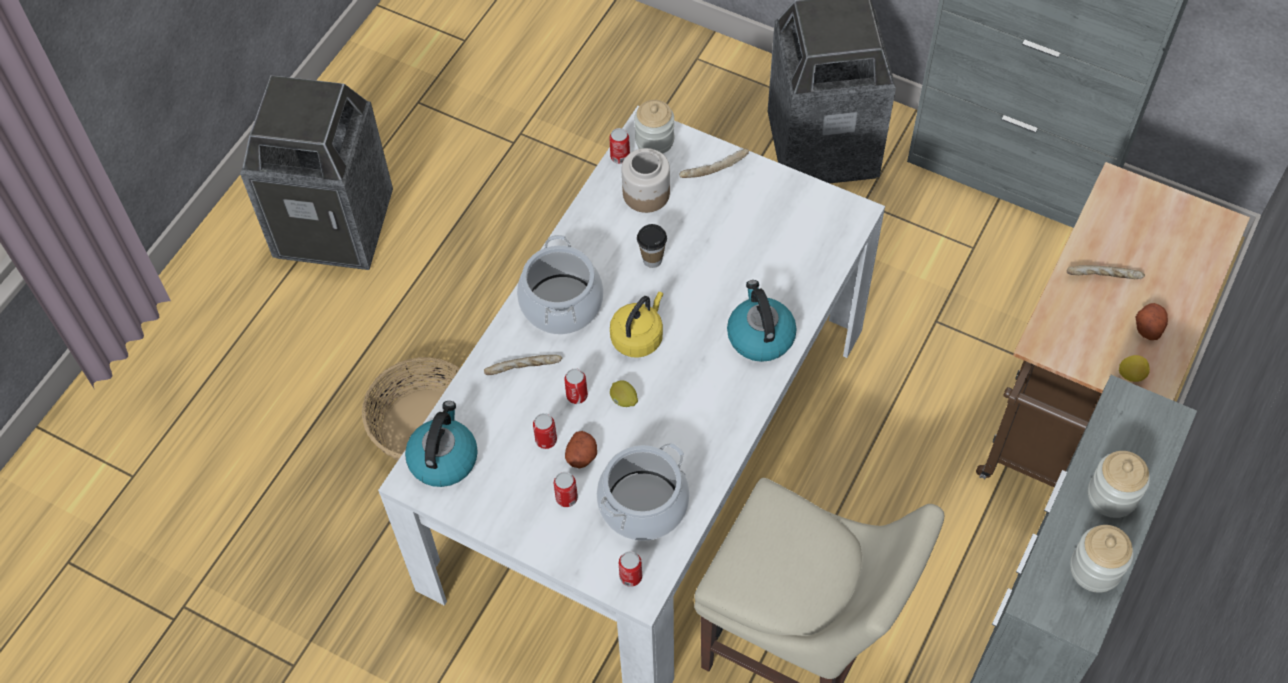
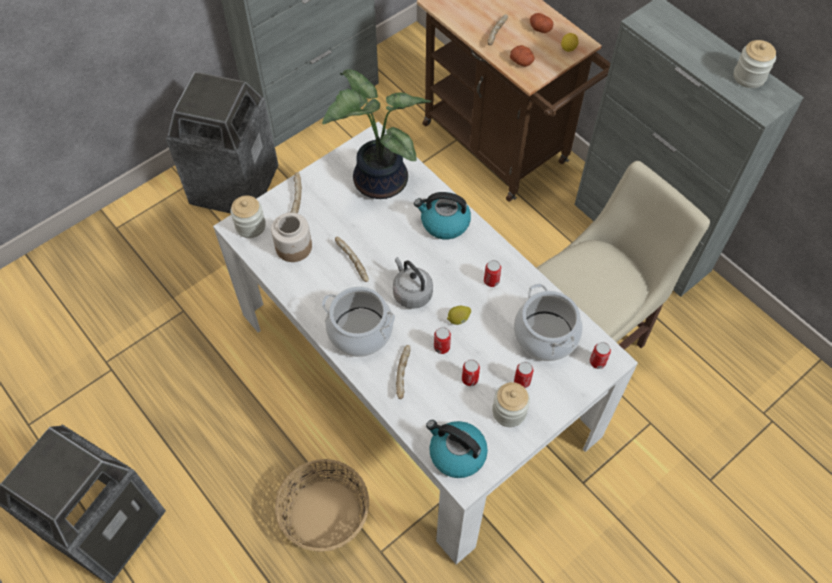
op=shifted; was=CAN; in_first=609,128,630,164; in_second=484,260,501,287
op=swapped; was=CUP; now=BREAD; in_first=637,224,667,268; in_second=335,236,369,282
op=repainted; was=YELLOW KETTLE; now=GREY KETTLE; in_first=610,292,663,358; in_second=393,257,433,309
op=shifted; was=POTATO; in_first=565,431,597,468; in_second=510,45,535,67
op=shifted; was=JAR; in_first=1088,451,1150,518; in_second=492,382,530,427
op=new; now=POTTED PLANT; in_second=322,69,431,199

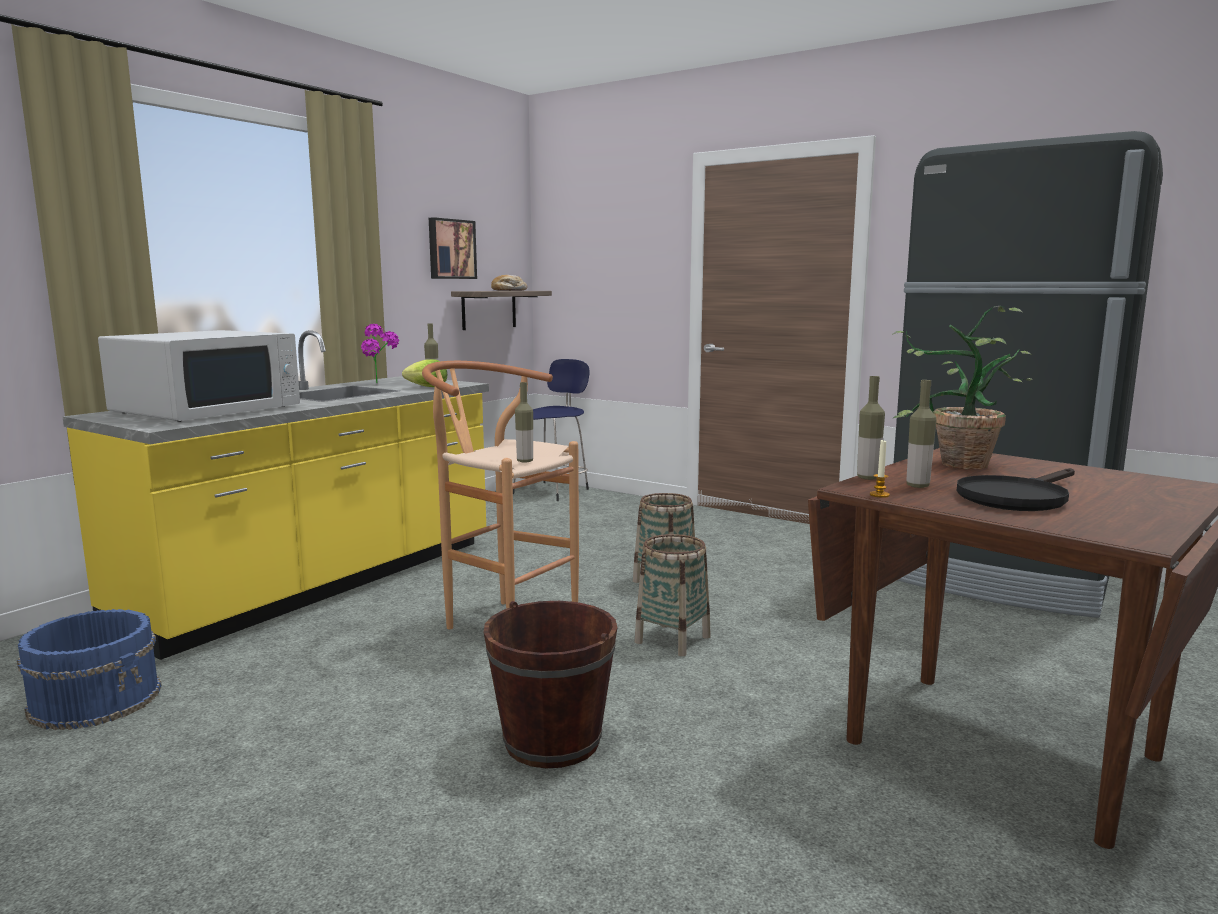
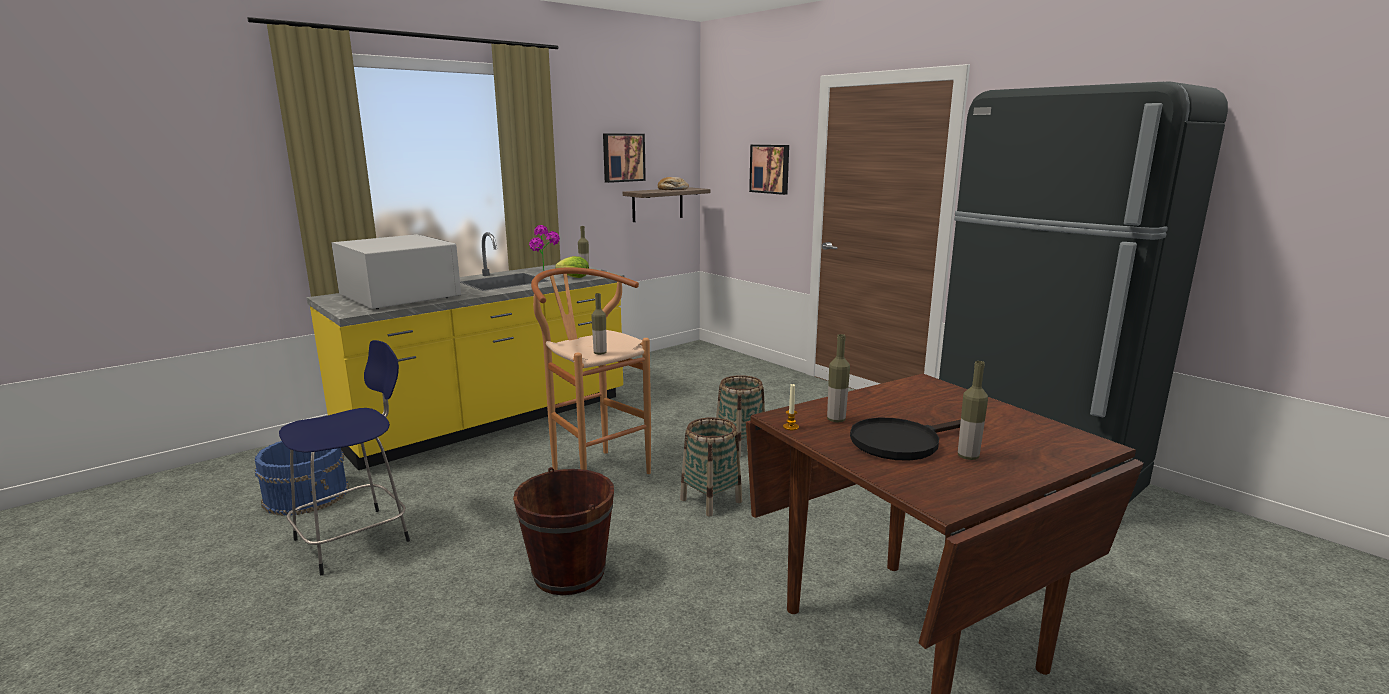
op=gone; was=POTTED PLANT; in_first=892,306,1032,469
op=rotated; was=WHITE MICROWAVE; in_first=98,330,300,422; in_second=331,234,461,309; clockwise=-90
op=shifted; was=BLUE STOOL; in_first=513,359,590,501; in_second=279,340,410,575
op=shifted; was=BOTTLE; in_first=857,376,885,480; in_second=958,361,988,460
op=new; now=PICTURE; in_second=749,145,789,195

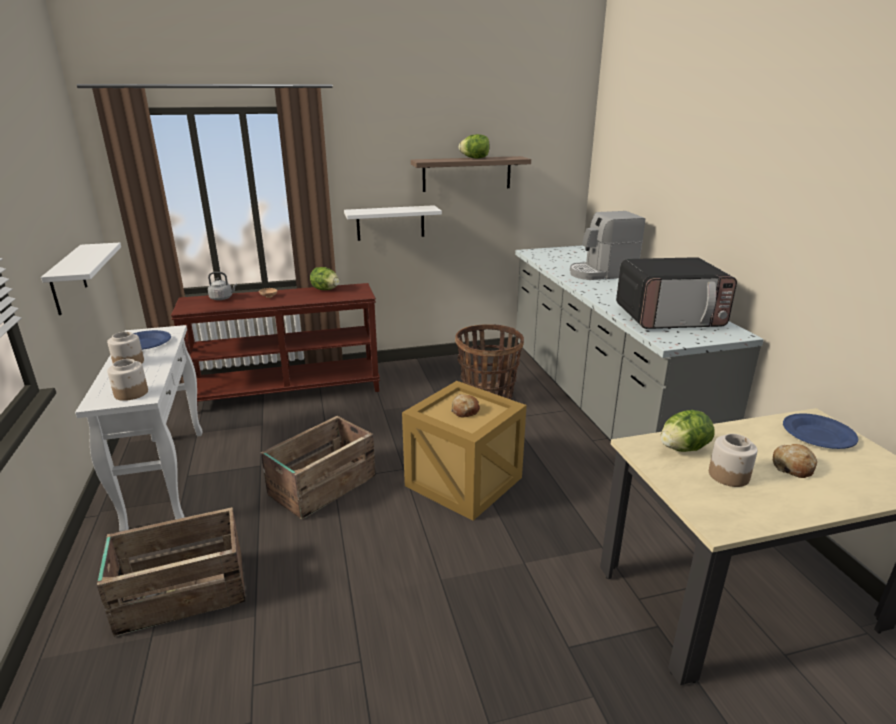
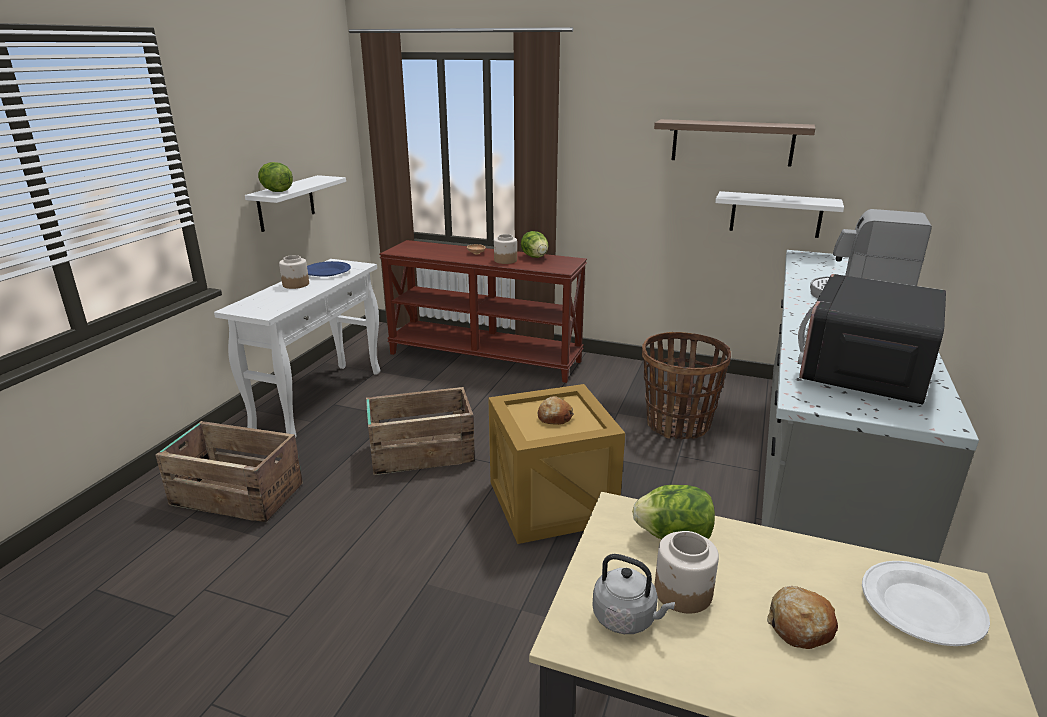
op=shifted; was=LETTUCE; in_first=459,134,490,159; in_second=258,162,293,192
op=shifted; was=WHITE SHELF; in_first=344,205,442,241; in_second=715,191,844,238
op=rotated; was=MICROWAVE; in_first=616,257,737,329; in_second=798,274,946,405; clockwise=90
op=shifted; was=GREY KETTLE; in_first=208,272,237,300; in_second=592,554,675,634
op=shifted; was=JAR; in_first=107,359,148,401; in_second=494,234,517,264
op=repainted; was=BLUE PLATE; now=WHITE PLATE; in_first=783,413,858,449; in_second=862,561,990,646

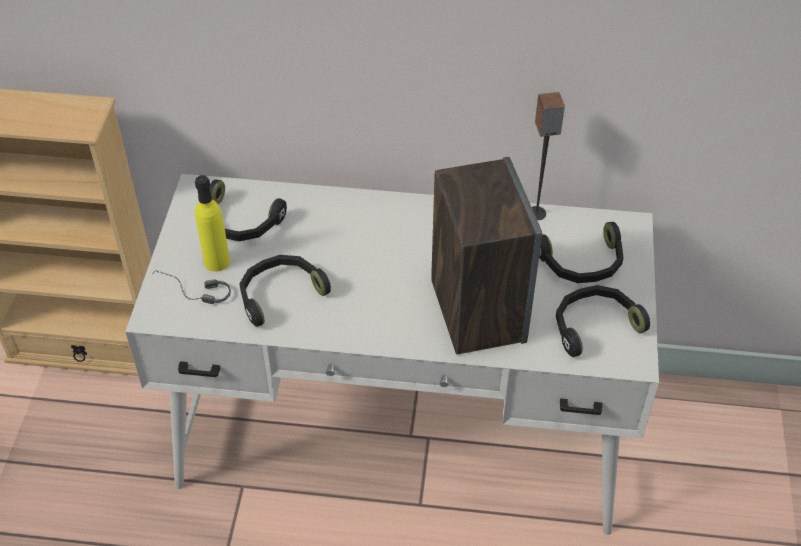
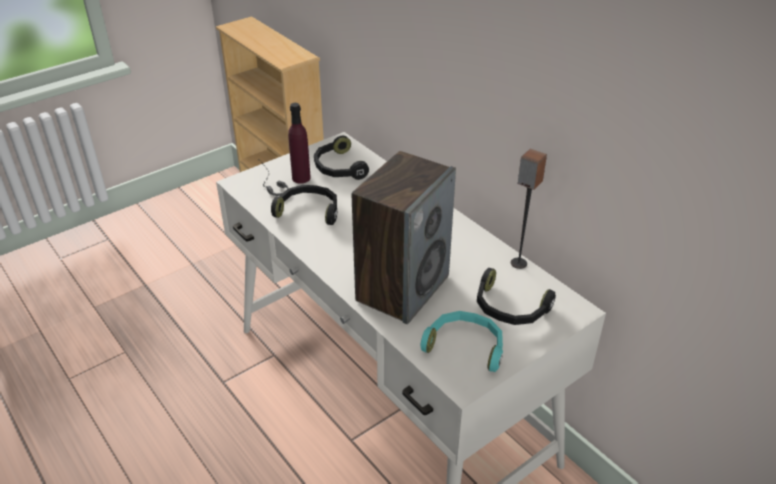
op=repainted; was=YELLOW BOTTLE; now=PURPLE BOTTLE; in_first=195,175,230,272; in_second=288,103,311,184
op=repainted; was=BLACK HEADPHONES; now=TURQUOISE HEADPHONES; in_first=556,285,650,357; in_second=421,311,503,372

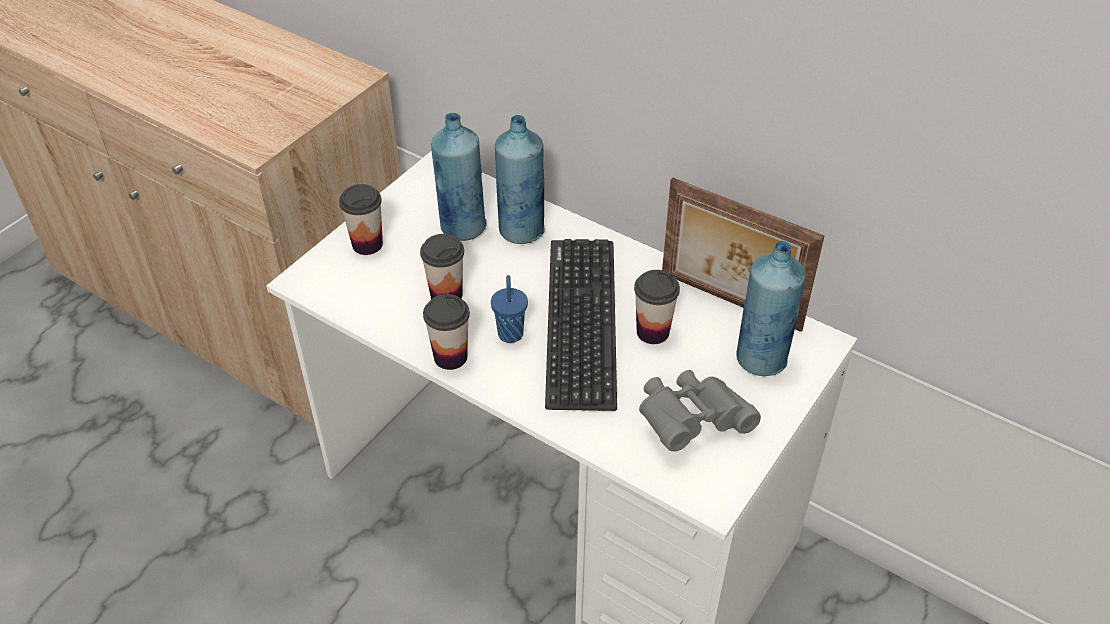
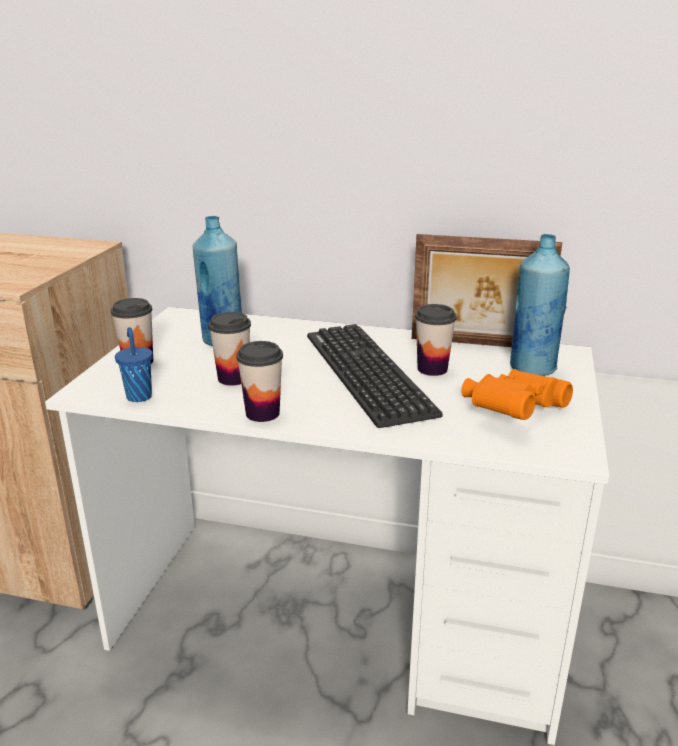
op=gone; was=BLUE BOTTLE; in_first=495,115,545,244
op=shifted; was=BLUE CUP; in_first=491,275,528,343; in_second=115,327,153,402
op=repainted; was=GREY BINOCULARS; now=ORANGE BINOCULARS; in_first=639,370,761,452; in_second=461,369,573,420

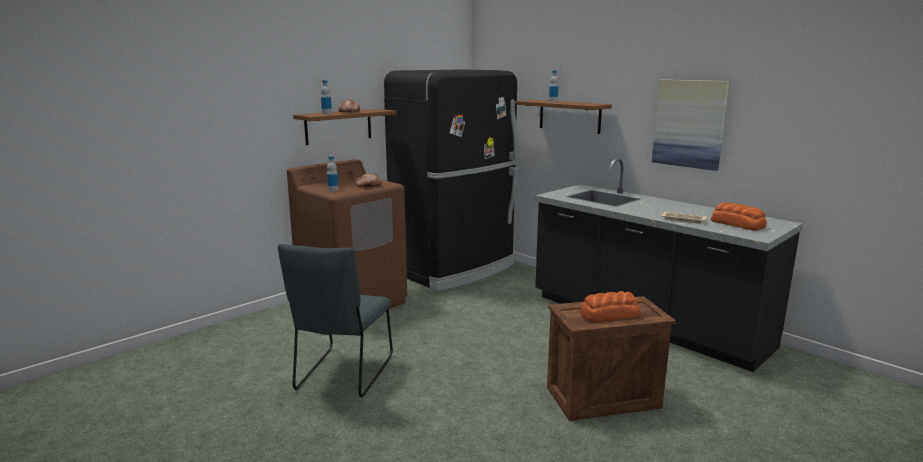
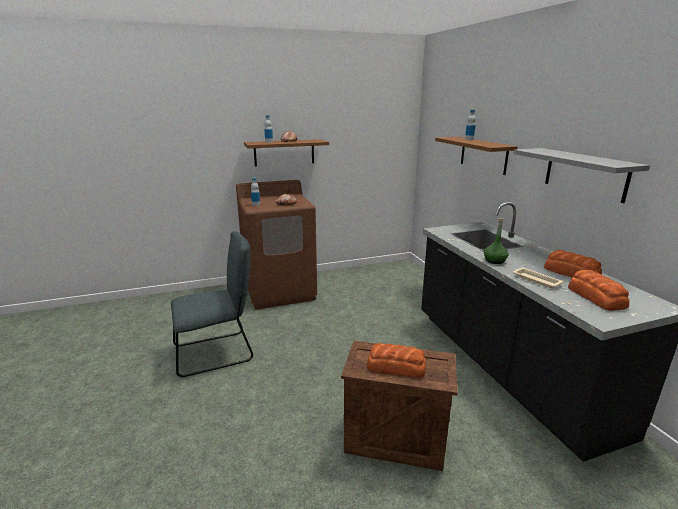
op=gone; was=BLACK FRIDGE; in_first=384,69,519,291
op=swapped; was=PICTURE; now=GREY SHELF; in_first=652,79,730,171; in_second=513,148,650,203
op=rotated; was=GREY CHAIR; in_first=278,244,393,398; in_second=171,231,253,377; clockwise=-150
op=new; now=GREEN BOTTLE; in_second=484,218,509,264
op=new; now=BREAD; in_second=544,250,602,277

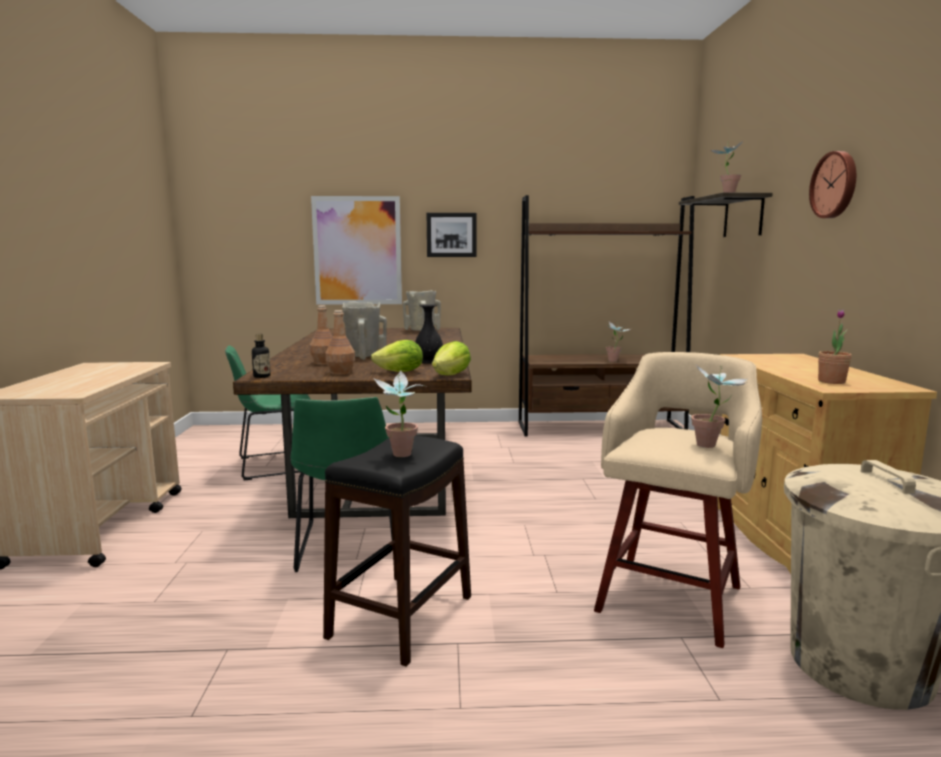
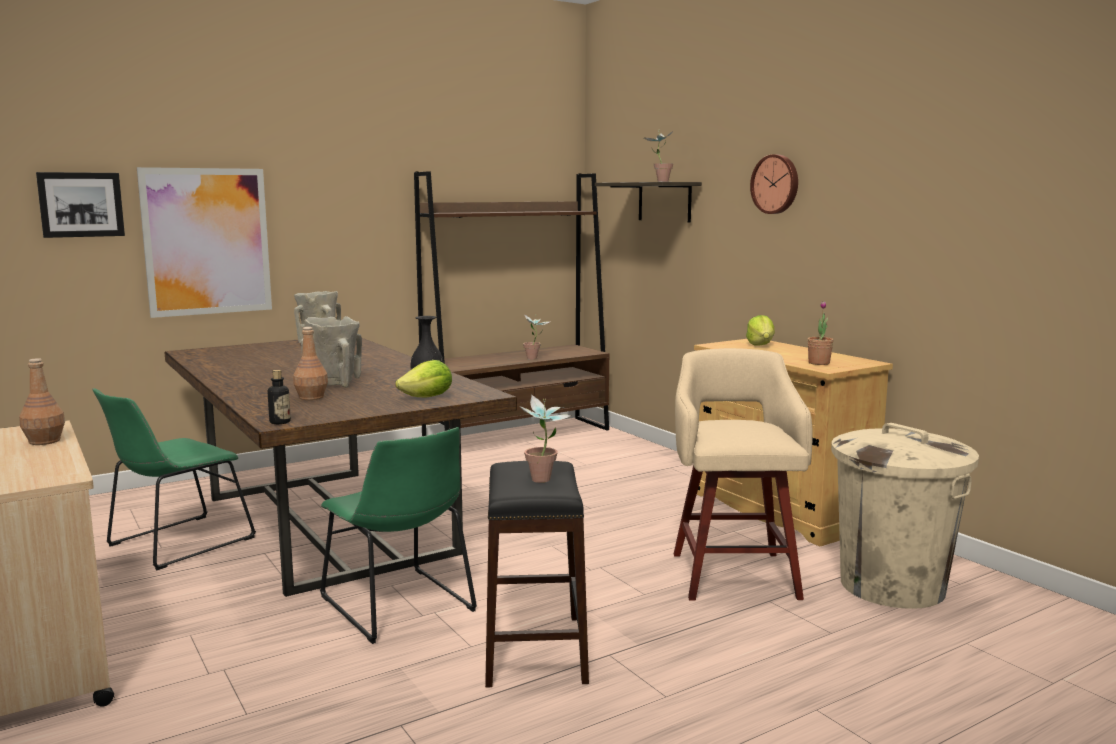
op=shifted; was=PICTURE; in_first=427,213,477,257; in_second=36,172,125,238
op=shifted; was=BROWN BOTTLE; in_first=325,310,355,375; in_second=19,358,65,445
op=shifted; was=LETTUCE; in_first=432,341,471,375; in_second=746,315,775,346
op=gone; was=POTTED PLANT; in_first=691,365,749,448

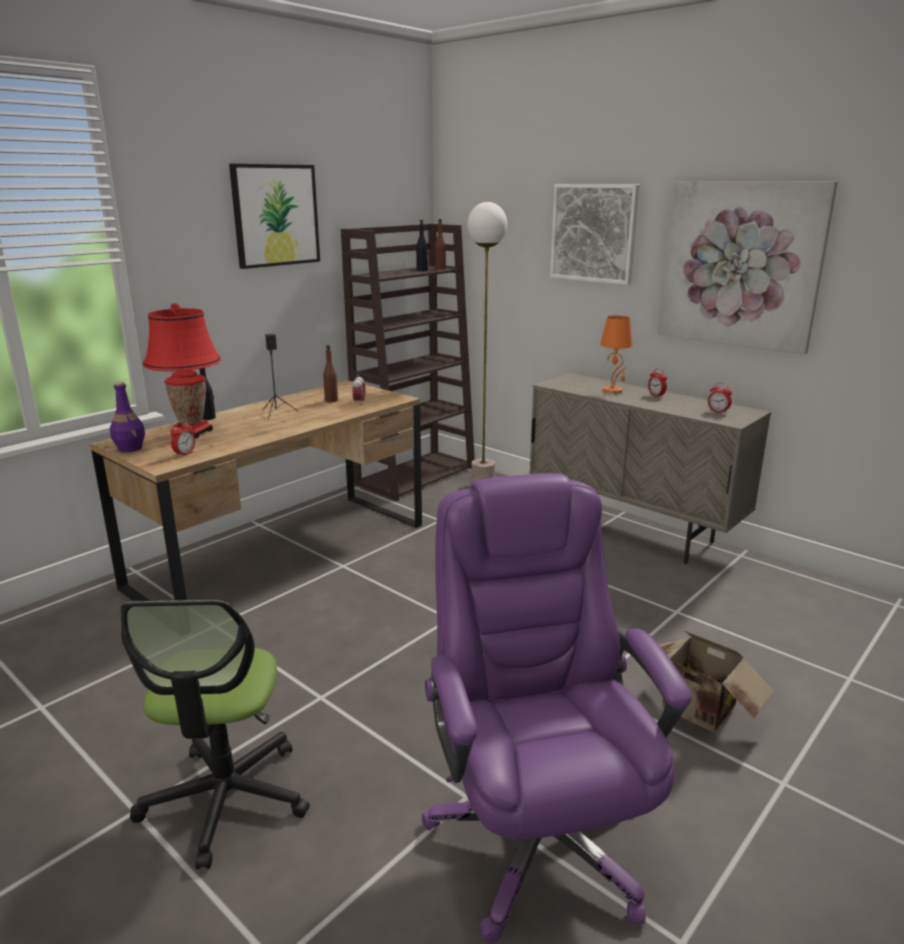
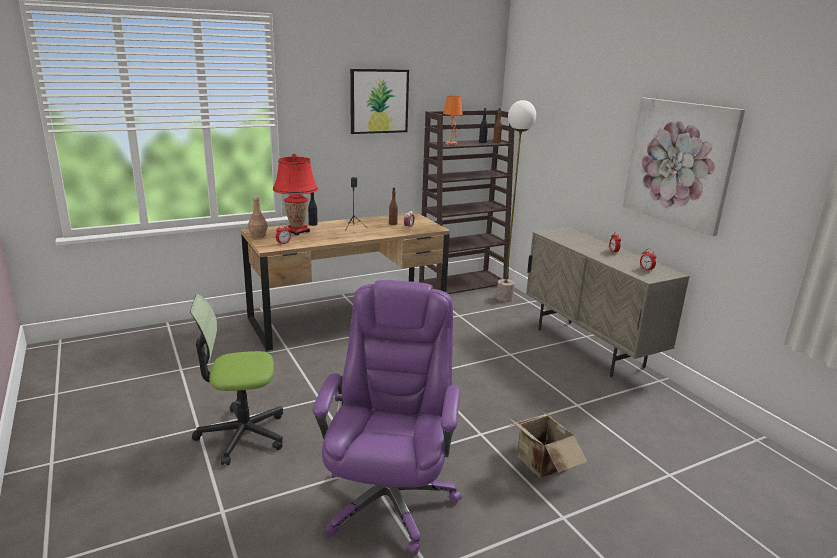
op=gone; was=PICTURE; in_first=550,184,639,285
op=shifted; was=ORANGE TABLE LAMP; in_first=600,316,633,394; in_second=443,96,463,145
op=repainted; was=PURPLE BOTTLE; now=BROWN BOTTLE; in_first=110,381,145,452; in_second=248,196,268,238
op=rotated; was=OFFICE CHAIR; in_first=121,600,310,869; in_second=190,294,283,465; clockwise=60

